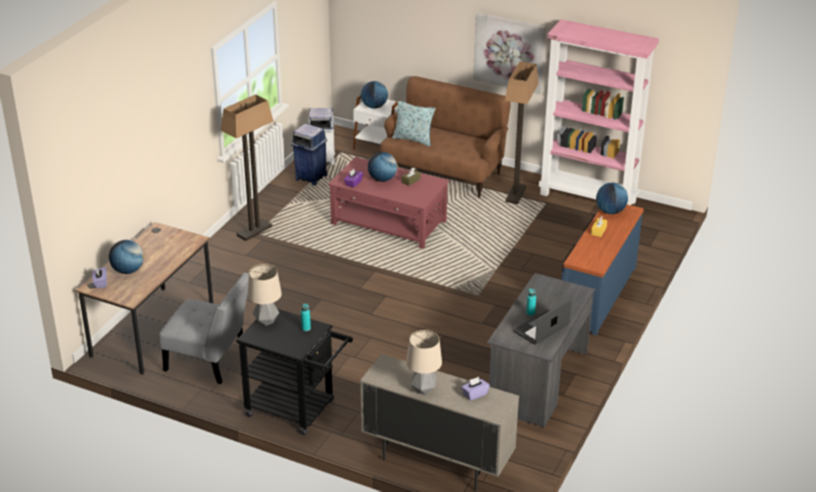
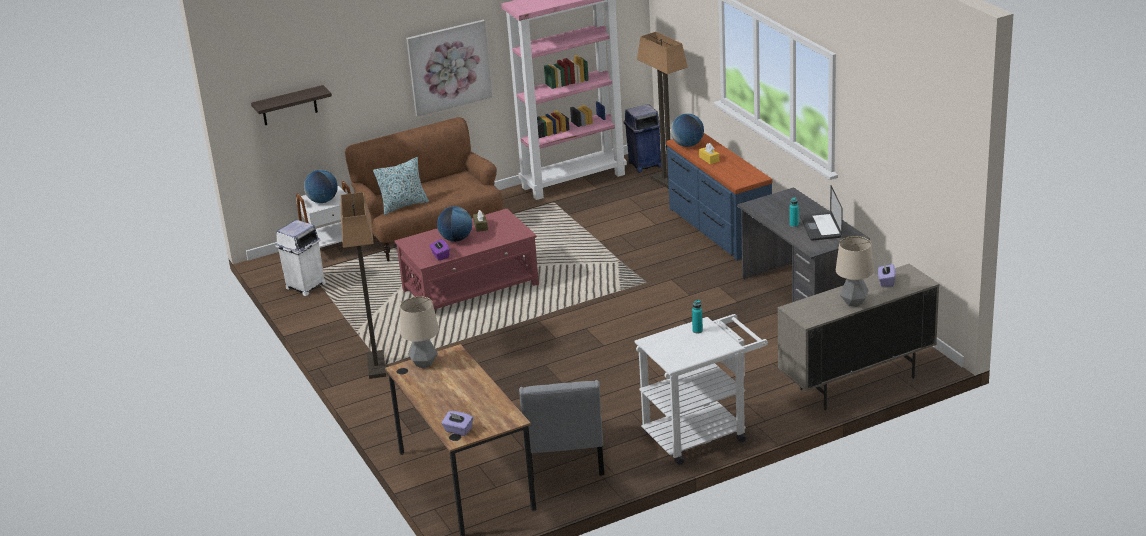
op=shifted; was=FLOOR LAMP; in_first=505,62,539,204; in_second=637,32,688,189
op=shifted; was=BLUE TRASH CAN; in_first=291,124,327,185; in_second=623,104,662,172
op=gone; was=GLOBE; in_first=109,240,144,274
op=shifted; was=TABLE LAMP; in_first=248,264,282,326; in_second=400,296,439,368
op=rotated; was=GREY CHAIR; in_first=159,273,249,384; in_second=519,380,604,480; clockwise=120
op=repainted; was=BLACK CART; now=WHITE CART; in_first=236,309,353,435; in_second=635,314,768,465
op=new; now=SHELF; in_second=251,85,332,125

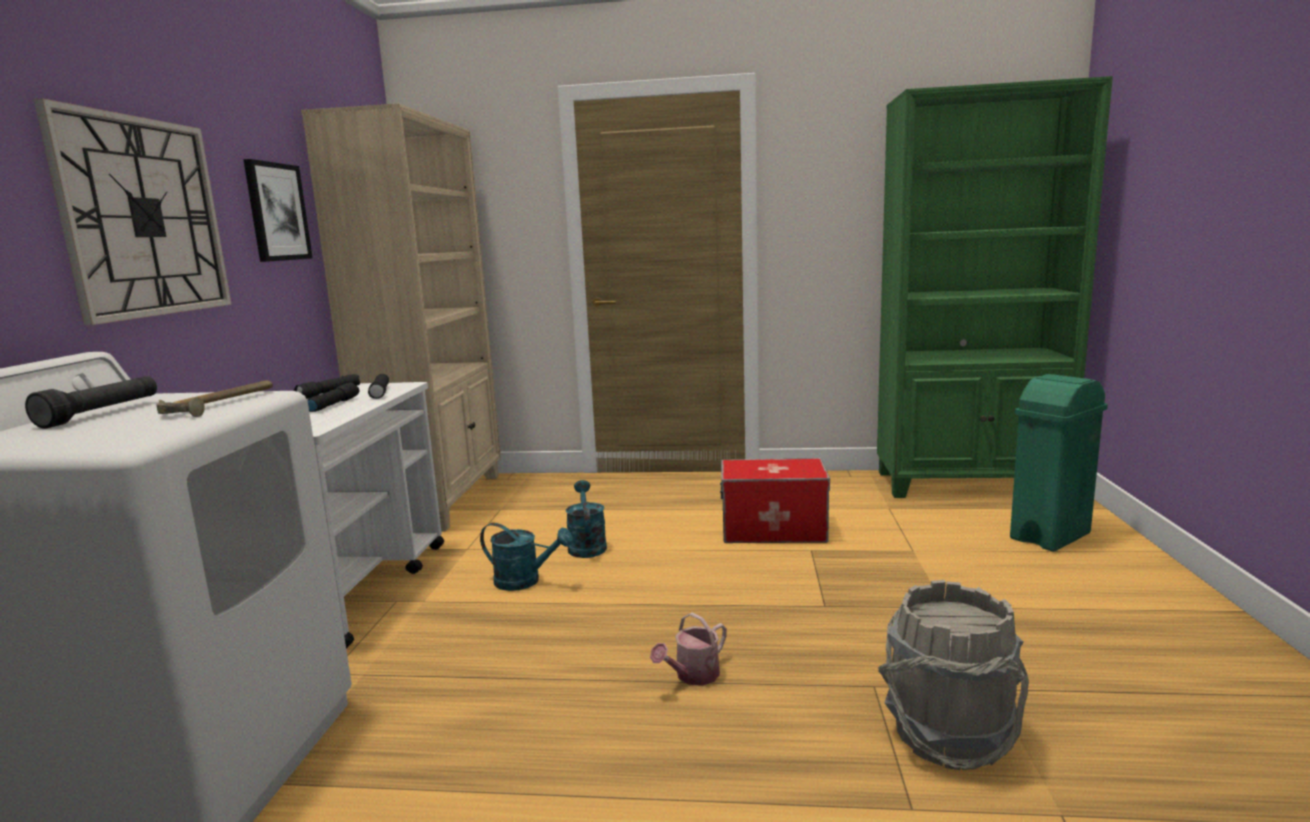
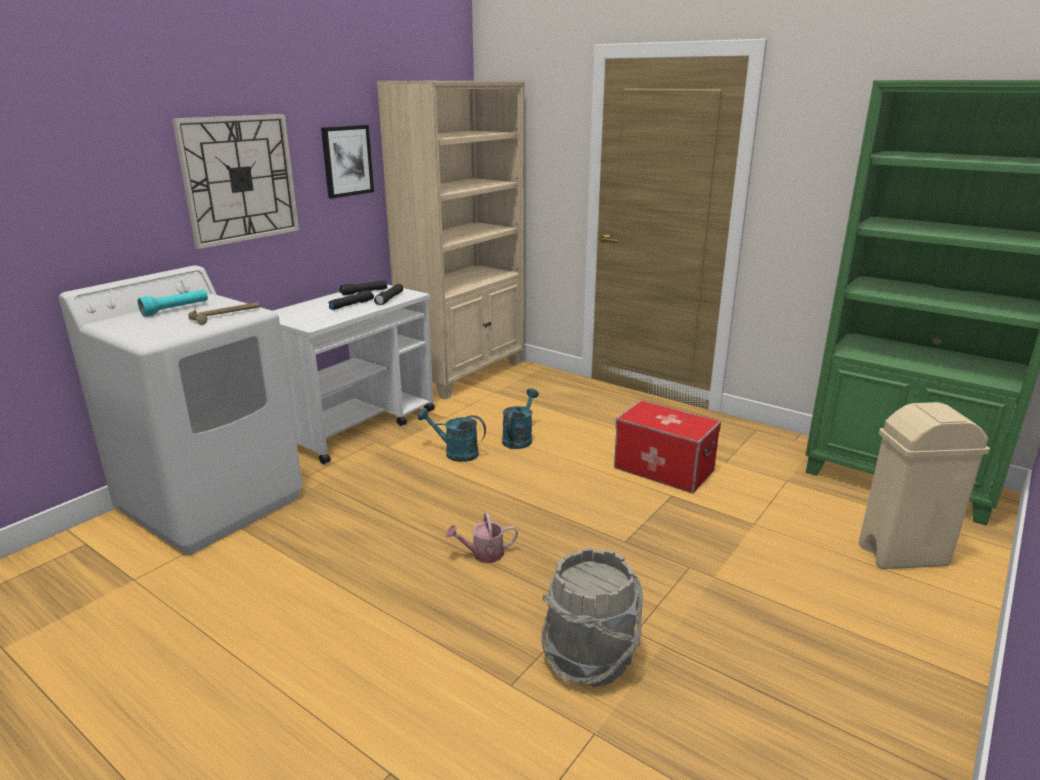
op=repainted; was=GREEN TRASH CAN; now=BEIGE TRASH CAN; in_first=1010,374,1108,552; in_second=859,402,990,569
op=repainted; was=BLACK FLASHLIGHT; now=TURQUOISE FLASHLIGHT; in_first=25,376,157,429; in_second=138,289,208,317
op=rotated; was=TURQUOISE WATERING CAN; in_first=480,523,573,591; in_second=417,408,486,462; clockwise=150

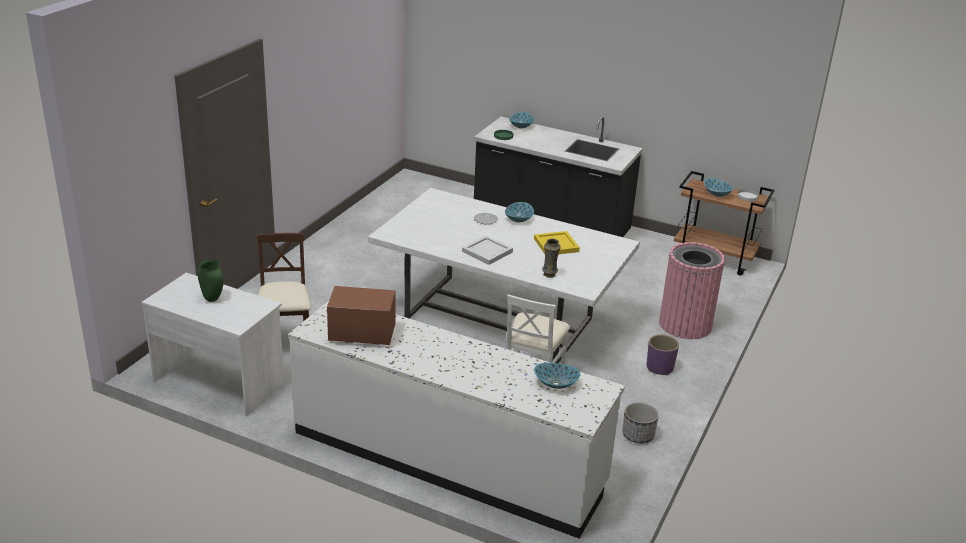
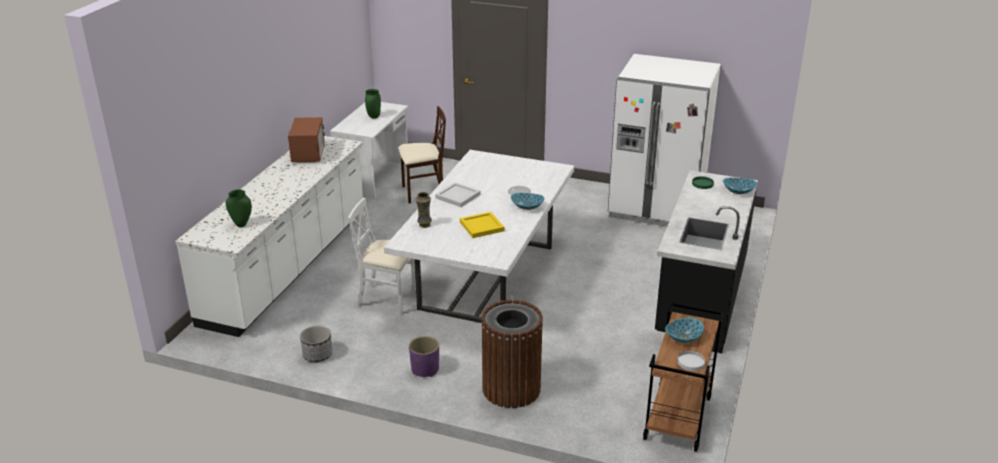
op=repainted; was=PINK TRASH CAN; now=BROWN TRASH CAN; in_first=659,242,725,339; in_second=481,300,543,408
op=swapped; was=BOWL; now=GREEN VASE; in_first=534,363,580,389; in_second=226,189,252,227
op=new; now=WHITE FRIDGE; in_second=608,54,721,227

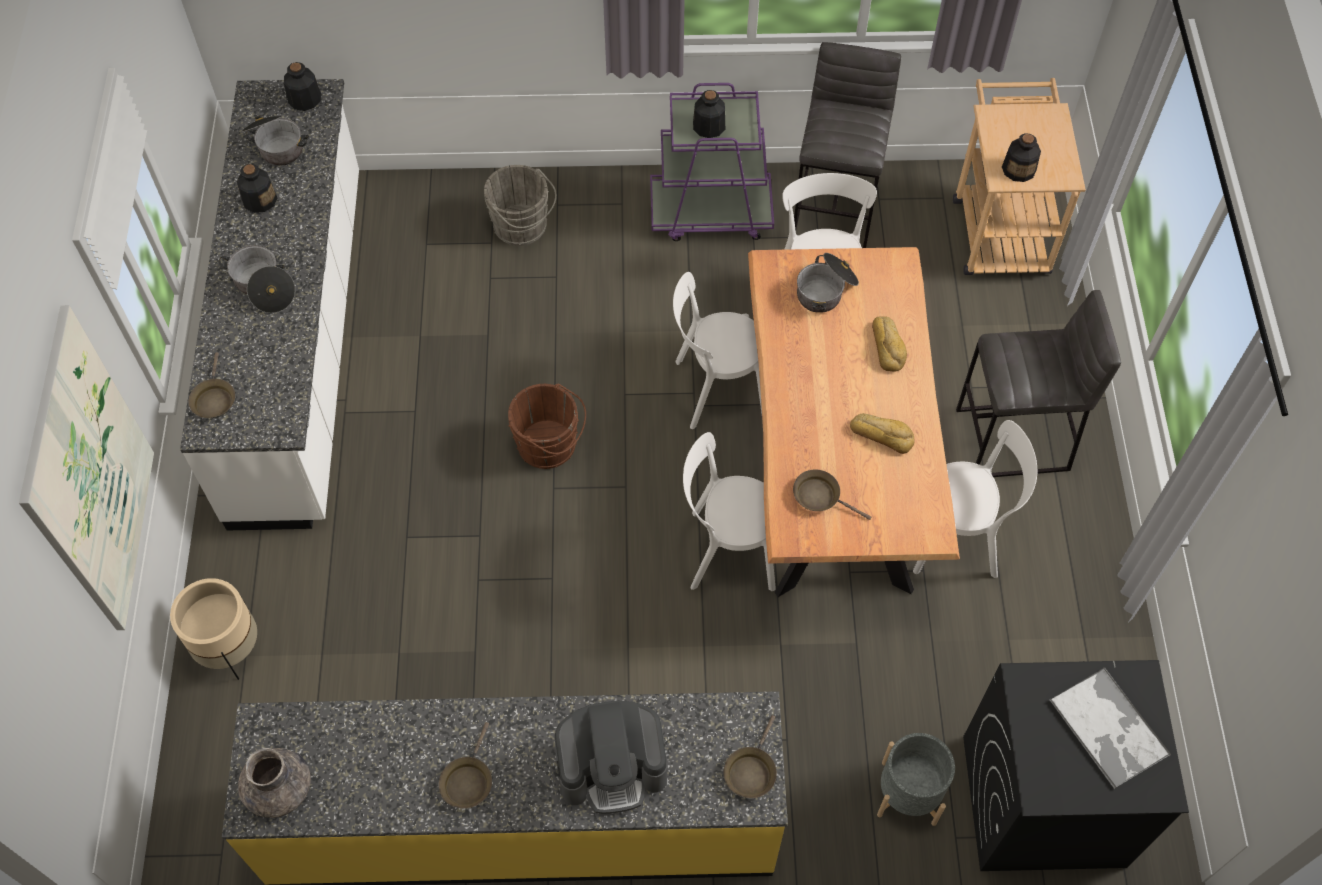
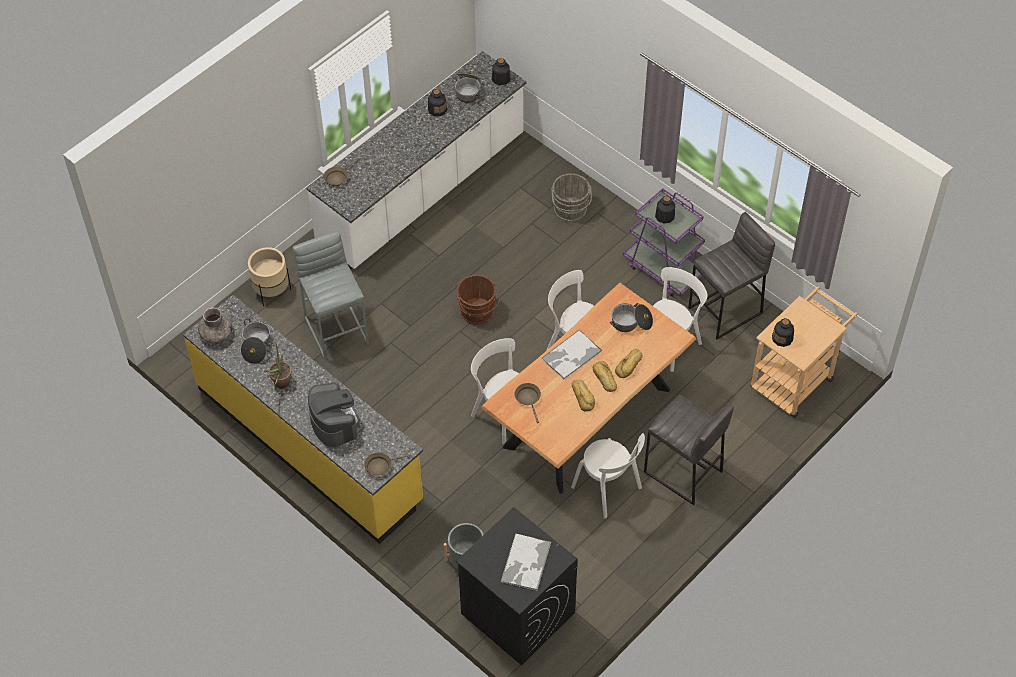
op=shifted; was=COOKING POT; in_first=219,245,295,313; in_second=241,318,270,364
op=gone; was=PICTURE; in_first=19,305,154,630
op=rotated; was=COFFEE MACHINE; in_first=555,701,668,814; in_second=308,383,359,447; clockwise=-150
op=swapped; was=BROWN FRYING PAN; now=POTTED PLANT; in_first=439,722,492,809; in_second=264,344,292,388
op=new; now=GREY STOOL; in_second=293,231,369,360
op=new; now=TRAY; in_second=541,329,602,380
op=new; now=BREAD; in_second=593,361,617,392

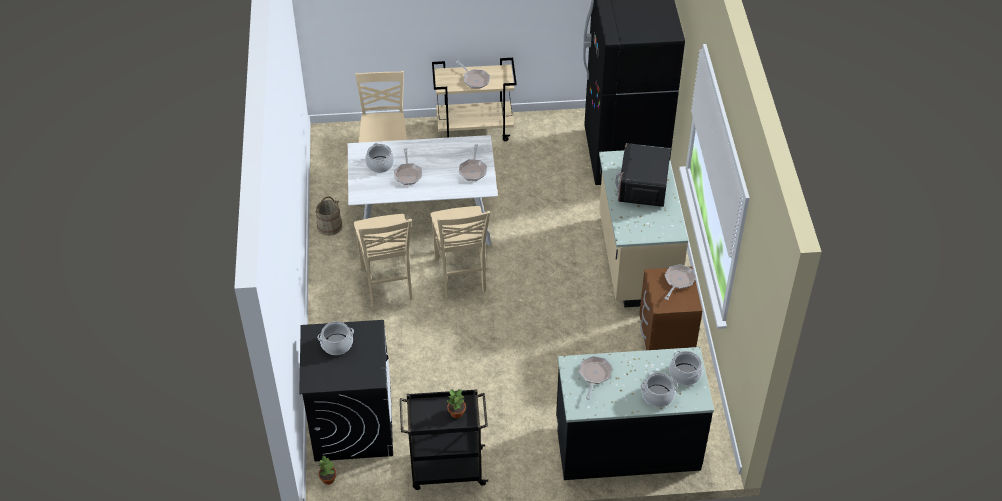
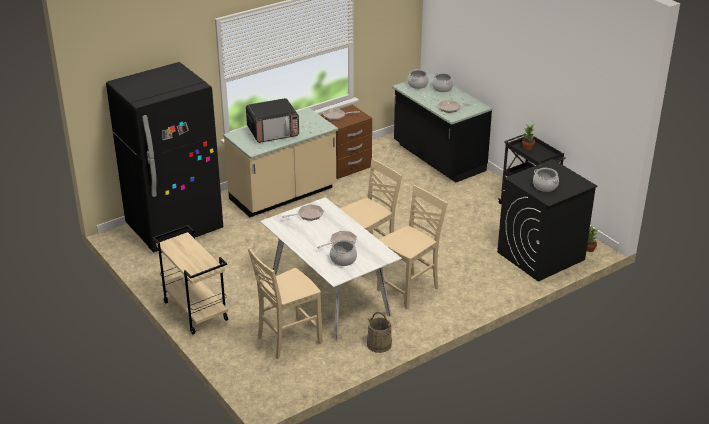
op=gone; was=FRYING PAN; in_first=456,61,490,89

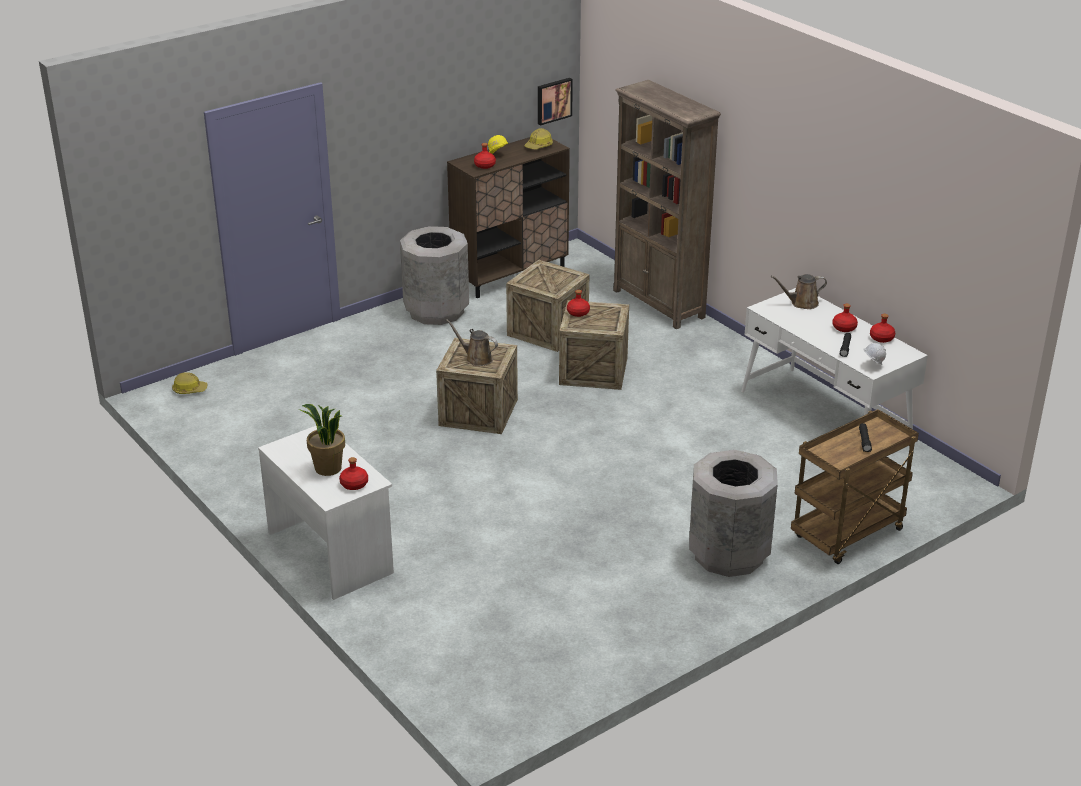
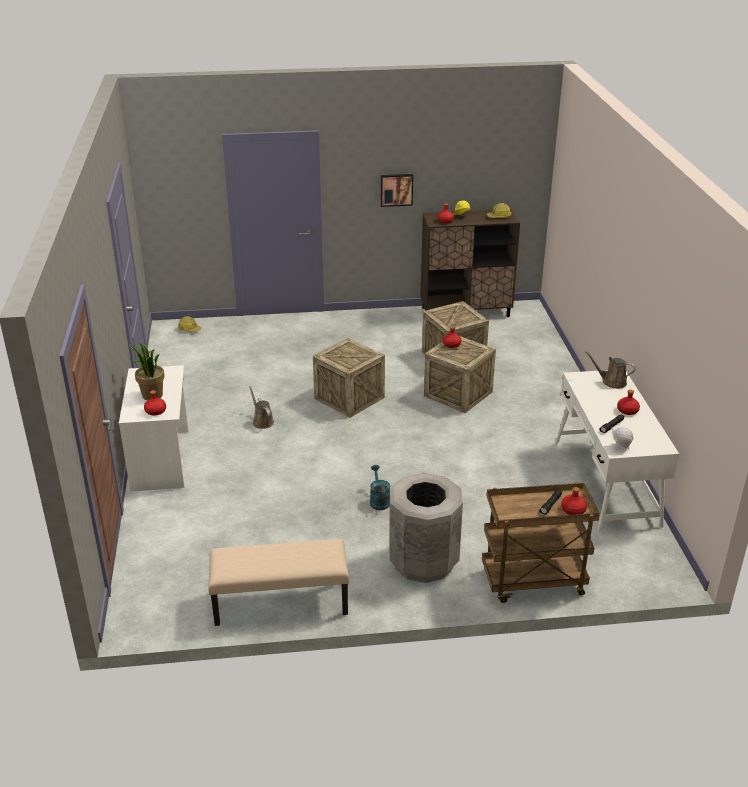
op=shifted; was=PICTURE; in_first=538,78,573,125; in_second=381,174,413,207
op=gone; was=BROWN BOOKCASE; in_first=613,80,721,329
op=gone; was=GREY TRASH CAN; in_first=400,226,469,325
op=shifted; was=RED BOTTLE; in_first=870,314,895,343; in_second=561,487,587,515
op=shifted; was=BROWN WATERING CAN; in_first=446,319,498,366; in_second=249,386,274,429
op=new; now=TURQUOISE WATERING CAN; in_second=370,465,390,510
op=new; now=BEIGE BENCH; in_second=208,539,349,626

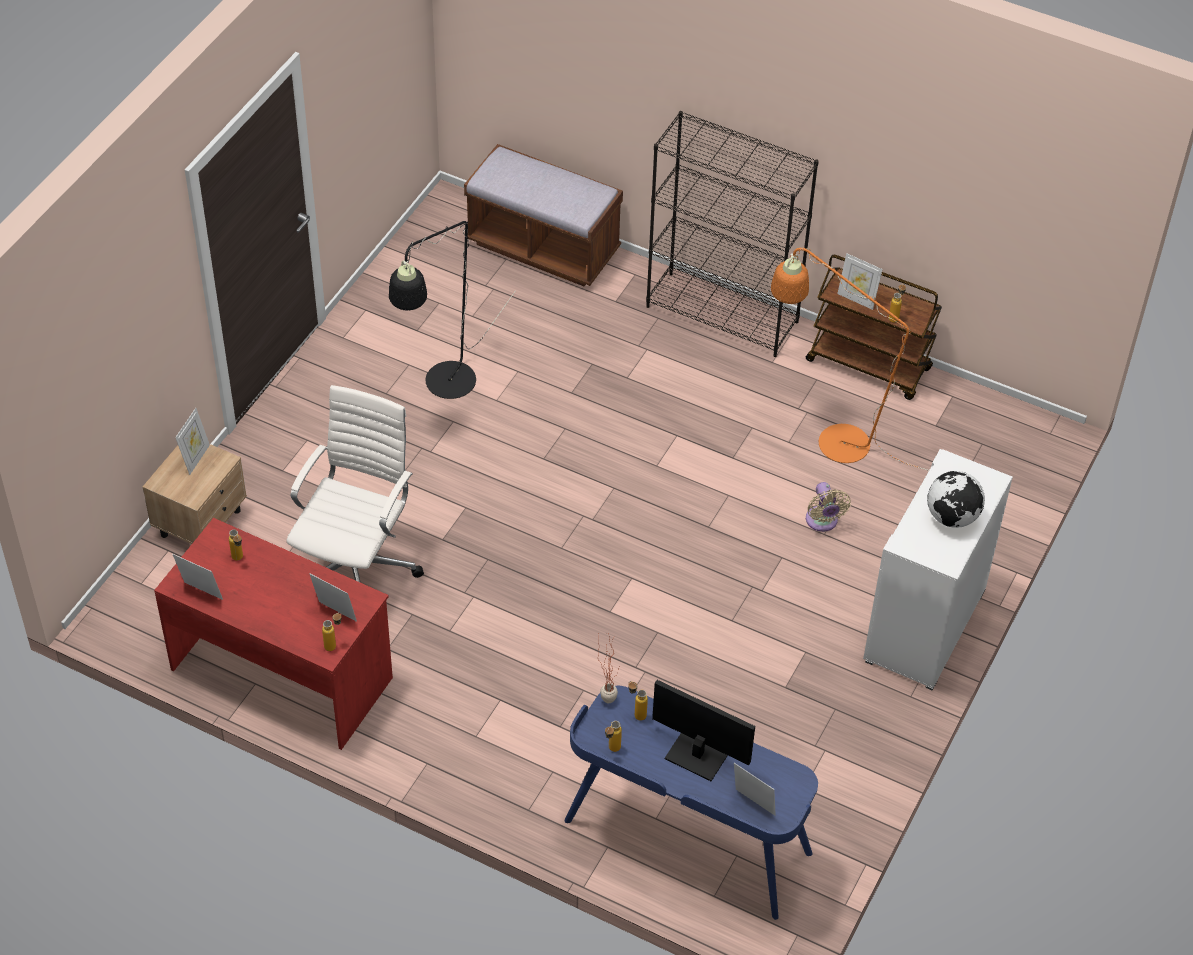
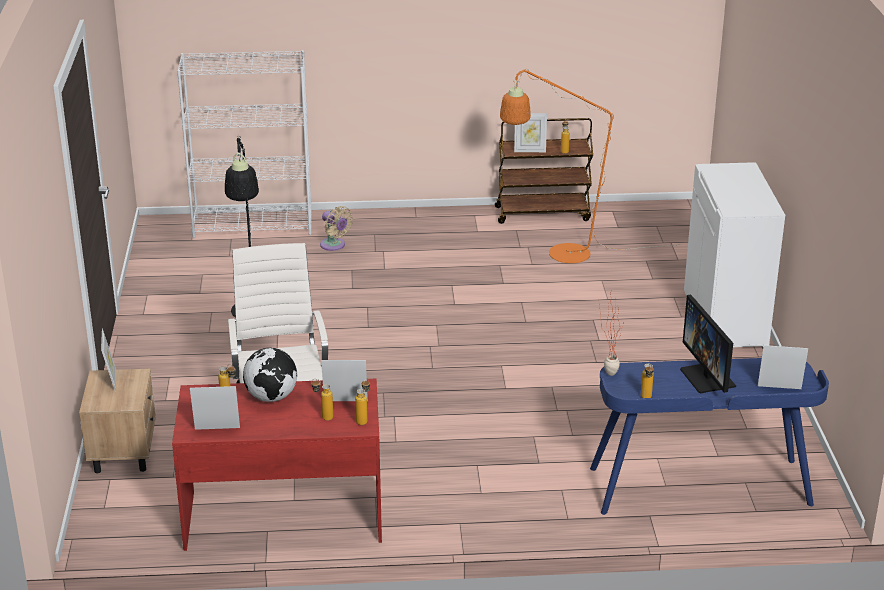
op=gone; was=BLACK BOOKCASE; in_first=646,111,819,357
op=swapped; was=BROWN BENCH; now=WHITE BOOKCASE; in_first=464,144,623,286; in_second=177,50,312,238
op=shifted; was=GLOBE; in_first=927,471,985,528; in_second=243,348,297,402
op=shifted; was=BEIGE FAN; in_first=806,482,851,532; in_second=320,206,353,251
op=rotated; was=MONITOR; in_first=652,680,755,781; in_second=680,294,736,393; clockwise=-105
op=shifted; was=BOTTLE; in_first=628,681,648,721; in_second=311,379,333,421

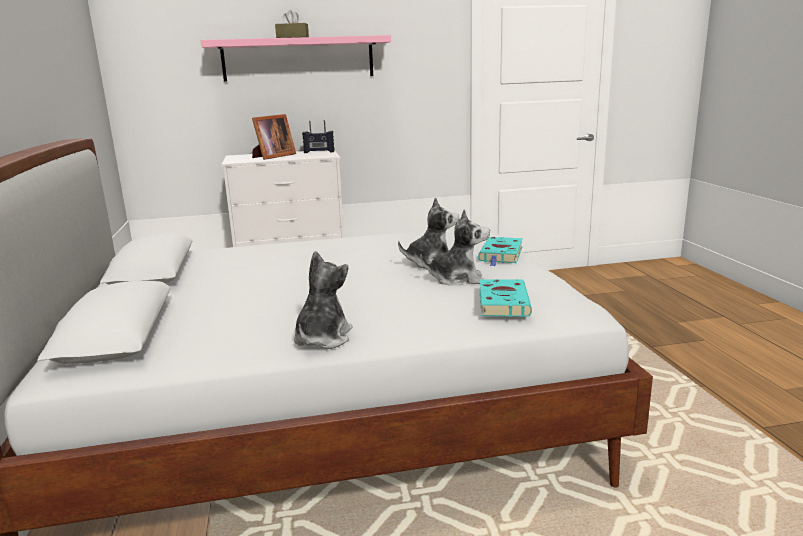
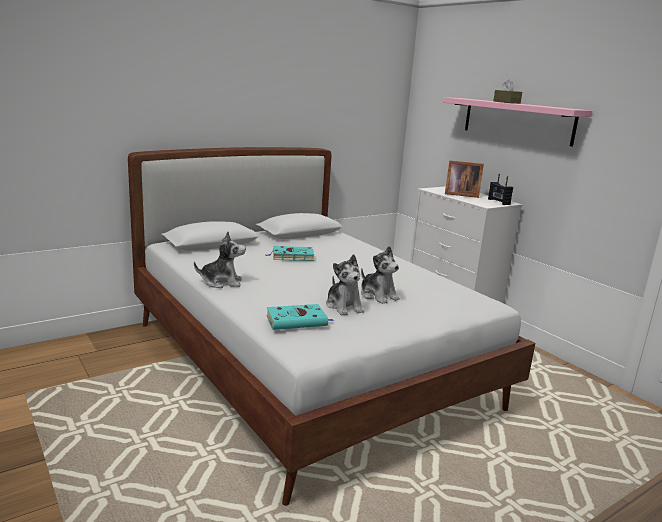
op=shifted; was=TURQUOISE BOOK; in_first=478,237,523,266; in_second=266,246,314,261

